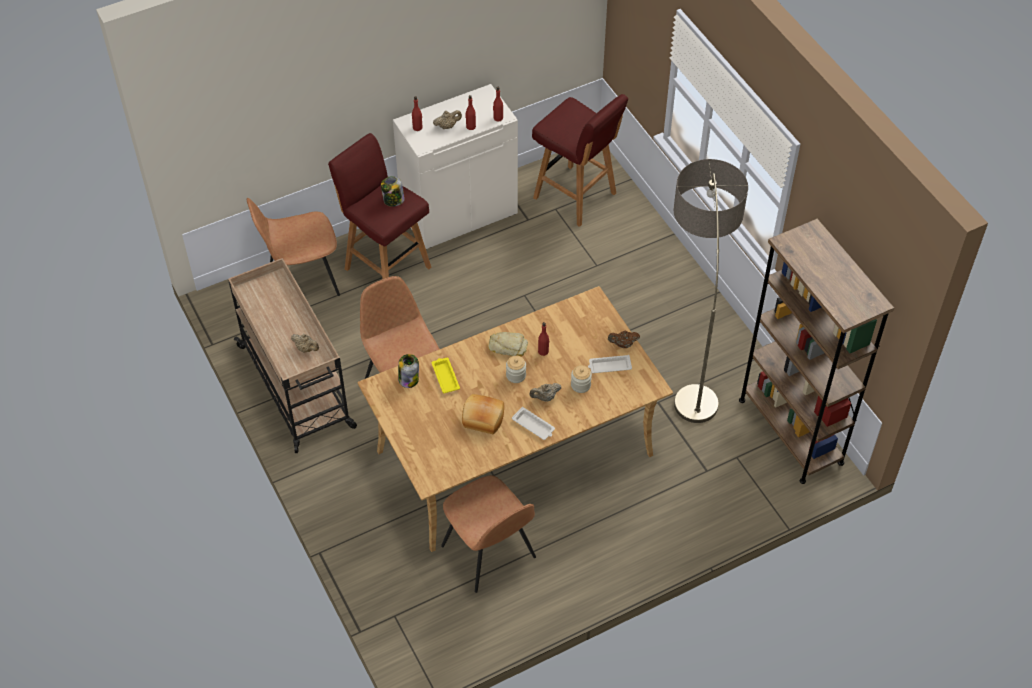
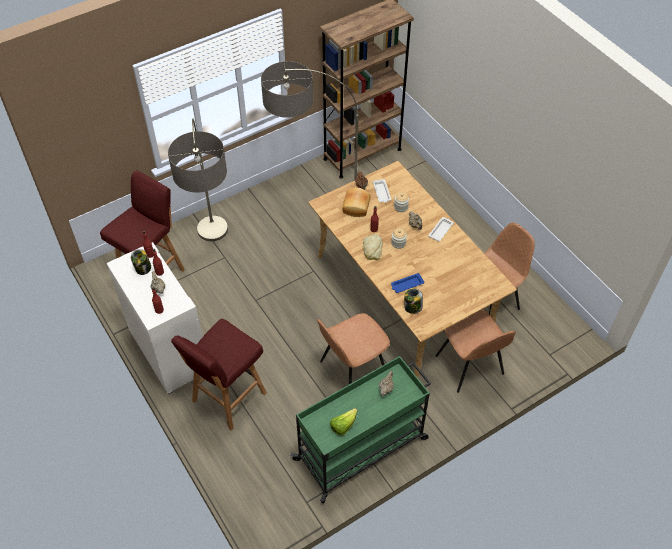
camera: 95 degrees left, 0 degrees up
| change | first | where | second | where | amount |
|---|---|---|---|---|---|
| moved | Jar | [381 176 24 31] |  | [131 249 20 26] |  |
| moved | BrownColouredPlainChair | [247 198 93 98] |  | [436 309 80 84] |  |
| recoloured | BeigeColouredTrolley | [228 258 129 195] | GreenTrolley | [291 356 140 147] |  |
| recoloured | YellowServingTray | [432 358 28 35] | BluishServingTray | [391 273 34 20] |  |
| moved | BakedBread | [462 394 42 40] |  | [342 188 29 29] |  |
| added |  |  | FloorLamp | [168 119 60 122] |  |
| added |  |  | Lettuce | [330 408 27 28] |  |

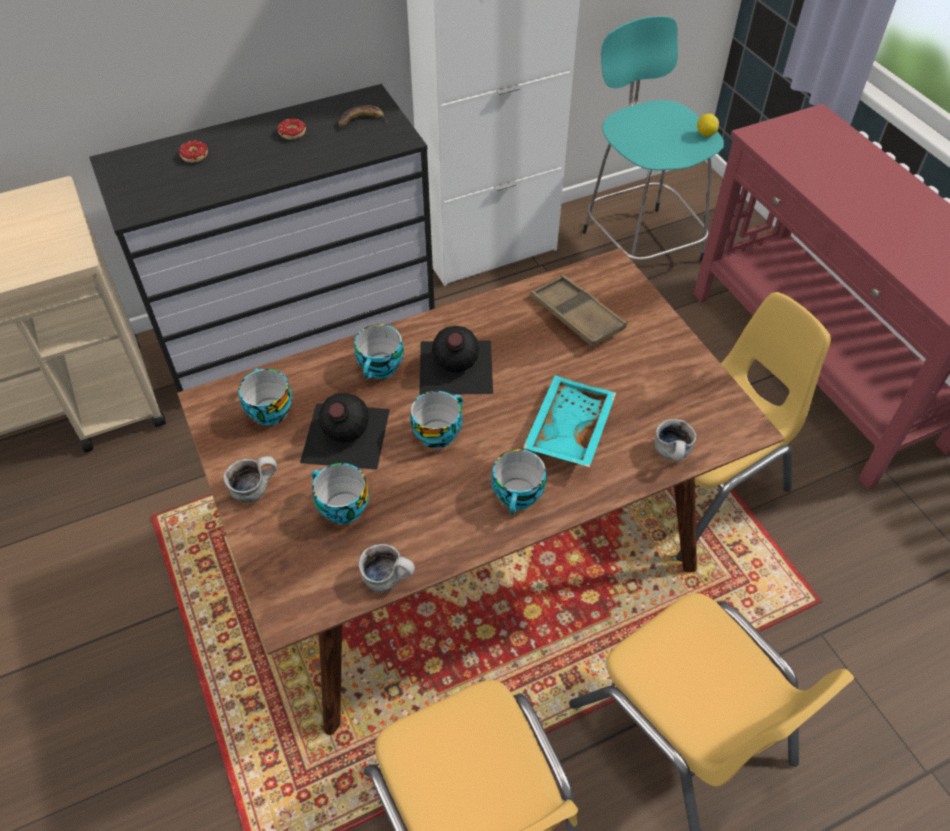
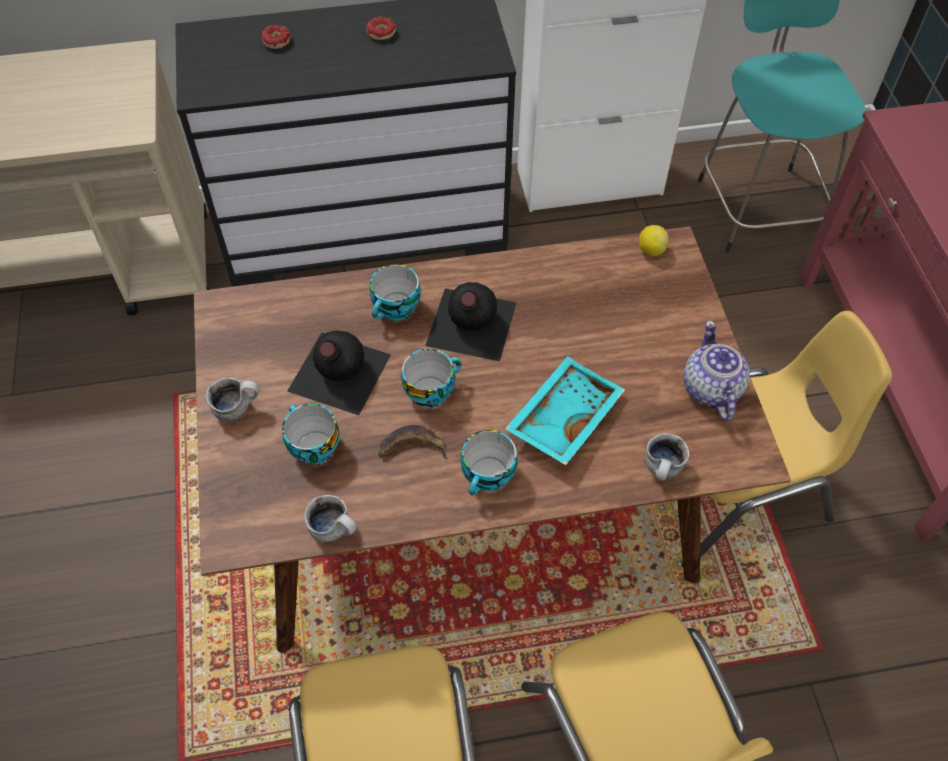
camera: 15 degrees right, 5 degrees up
| change | first | where | second | where | amount |
|---|---|---|---|---|---|
| moved | WholeBanana | [339 105 50 22] |  | [378 425 70 35] |  |
| moved | WholeLemon | [697 114 22 23] |  | [639 225 30 31] |  |
| removed | BrownColouredServingTray | [530 275 97 72] |  |  |  |
| removed | Cup | [238 368 54 58] |  |  |  |
| added |  |  | Teapot | [684 320 66 101] |  |

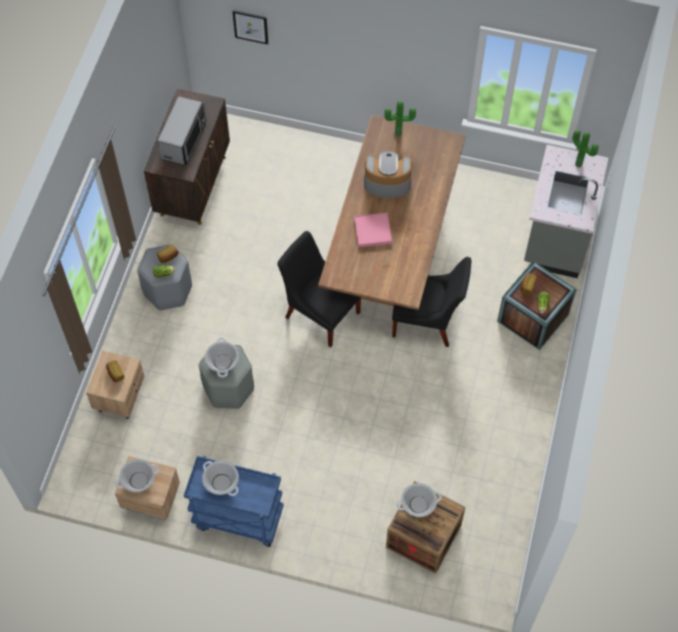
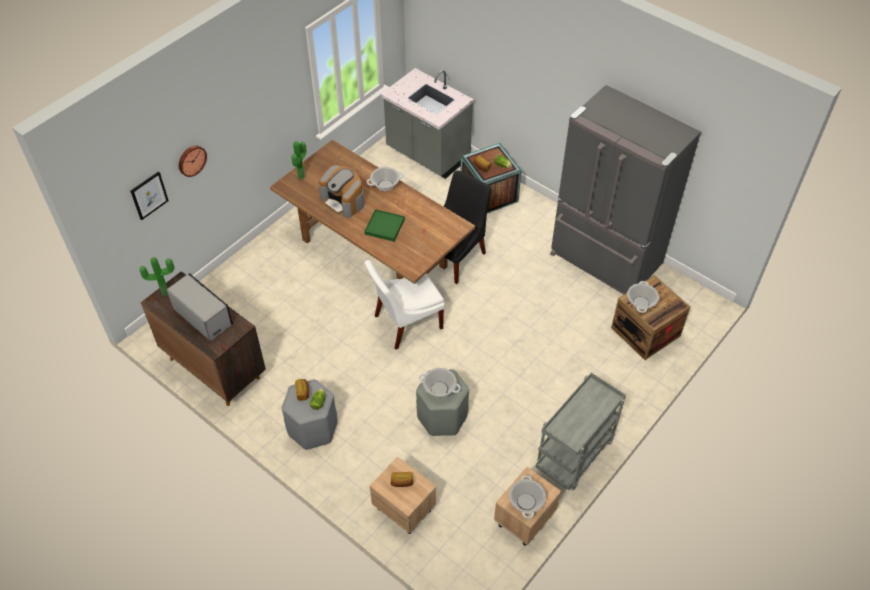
camera: 65 degrees left, 10 degrees down
| change | first | where | second | where | amount |
|---|---|---|---|---|---|
| moved | PlantInAPot | [572 130 27 37] |  | [139 257 36 39] |  |
| turned | CoffeeMaker | [364 151 48 47] |  | [319 165 45 53] | 75 degrees counterclockwise |
| recoloured | PinkServingTray | [354 212 38 35] | GreenServingTray | [364 209 41 33] |  |
| recoloured | BlackishPlainChair | [278 231 83 117] | WhiteColouredPlainChair | [364 260 81 89] |  |
| recoloured | BluishTrolley | [184 456 100 91] | GreyTrolley | [536 373 90 117] |  |
| moved | Stockpot | [202 460 37 36] |  | [367 167 37 24] |  |
| added |  |  | GreyKitchenFridge | [550 85 151 209] |  |
| added |  |  | HangingClock | [179 146 28 31] |  |

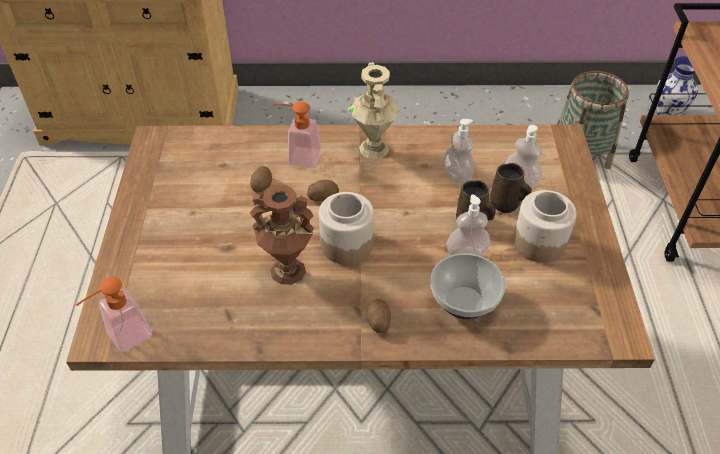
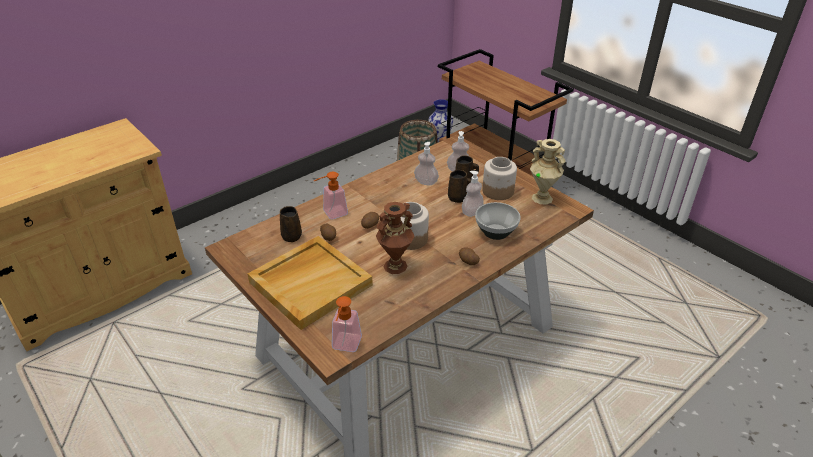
camera: 40 degrees left, 10 degrees down
| change | first | where | second | where | amount |
|---|---|---|---|---|---|
| moved | BeigeColouredVase | [350 62 50 97] |  | [530 139 36 65] |  |
| added |  |  | BrownColouredCoffeeMug | [280 206 22 36] |  |
| added |  |  | BeigeColouredServingTray | [247 236 126 94] |  |

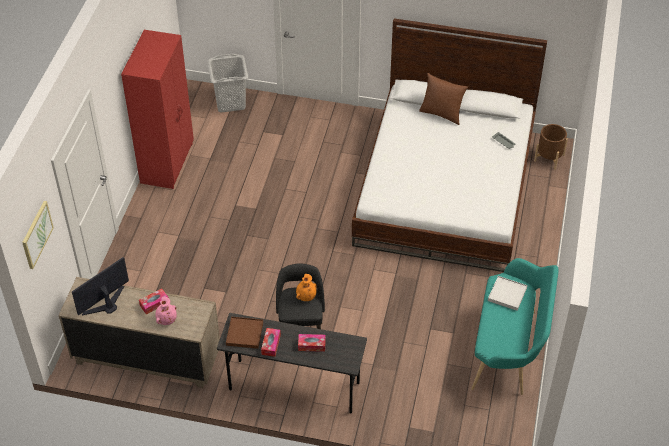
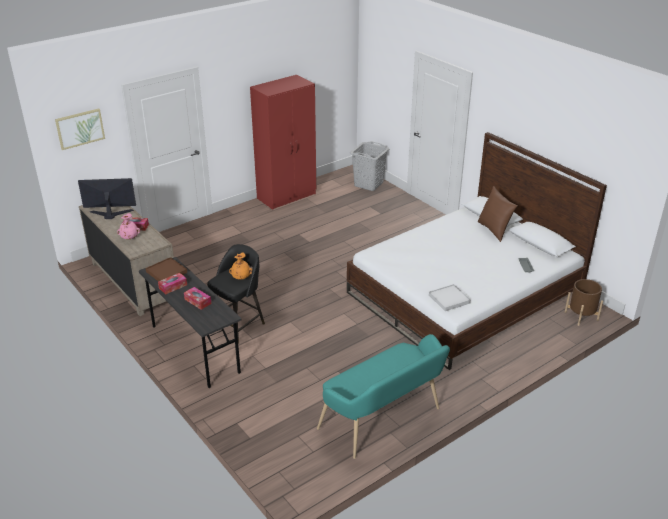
camera: 40 degrees right, 15 degrees down
| change | first | where | second | where | amount |
|---|---|---|---|---|---|
| moved | WhiteColouredServingTray | [488 276 40 35] |  | [429 284 42 27] |  |

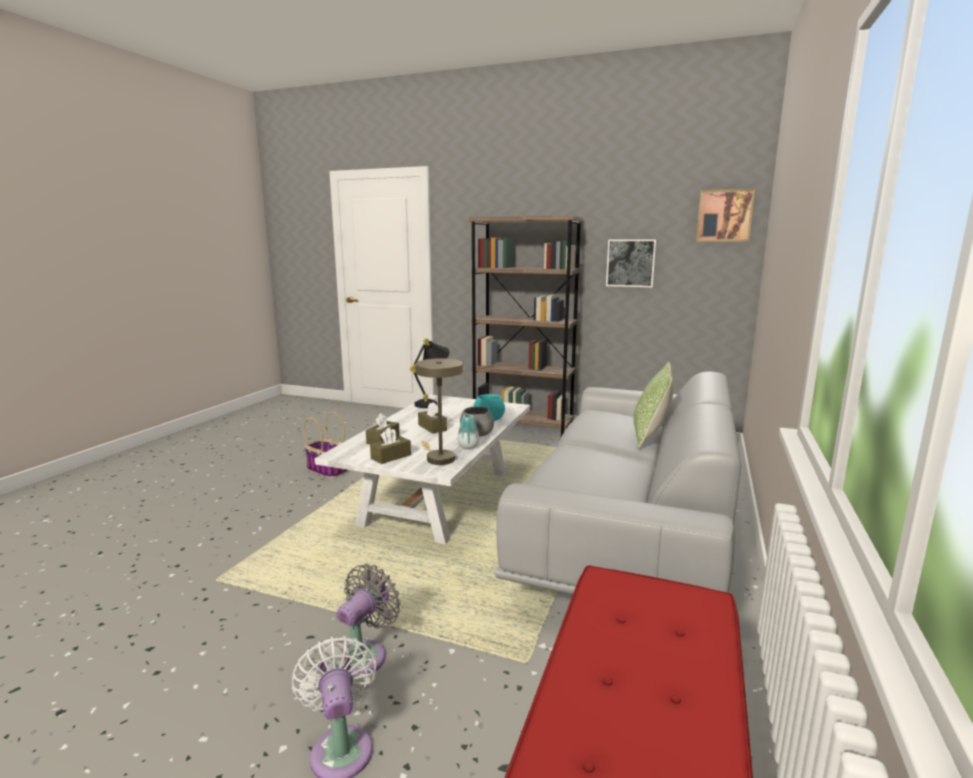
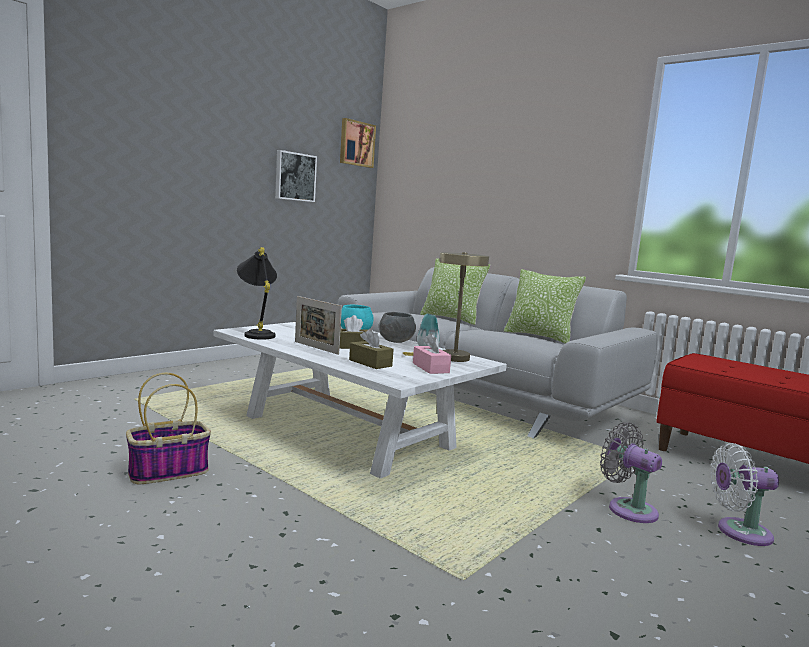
camera: 70 degrees left, 5 degrees down
| change | first | where | second | where | amount |
|---|---|---|---|---|---|
| removed | BrownColouredShelvingUnit | [469 216 114 223] |  |  |  |
| recoloured | BrownColouredTissueHolder | [370 427 41 37] | PinkTissueHolder | [413 333 38 41] |  |
| added |  |  | Cushion | [504 269 82 75] |  |
| added |  |  | StandingFrame | [295 296 47 59] |  |

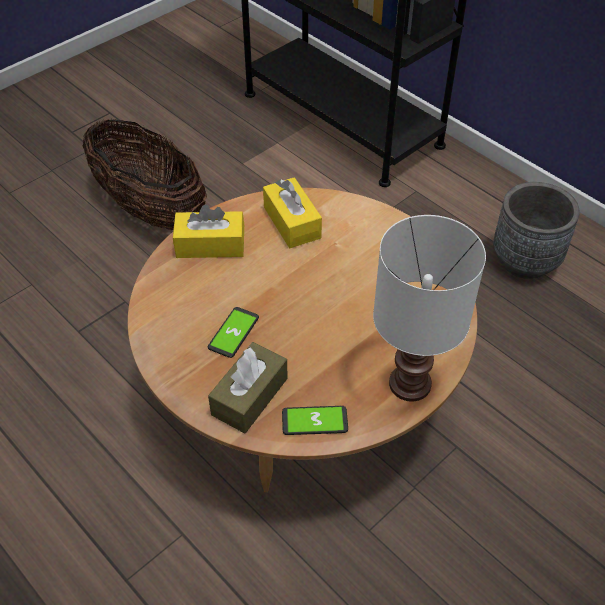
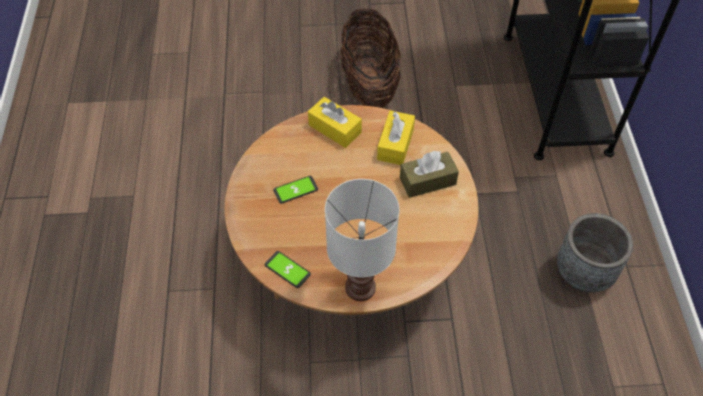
camera: 40 degrees right, 5 degrees up
| change | first | where | second | where | amount |
|---|---|---|---|---|---|
| moved | BrownColouredTissueHolder | [208 342 80 91] |  | [400 150 59 48] |  |

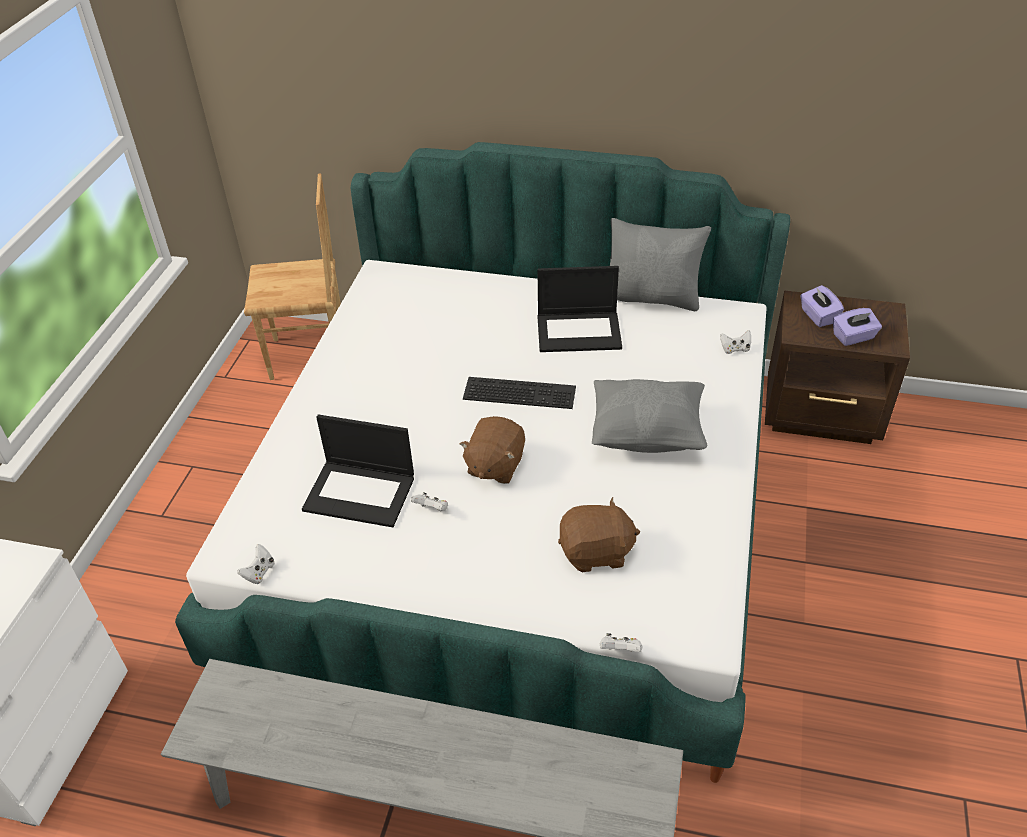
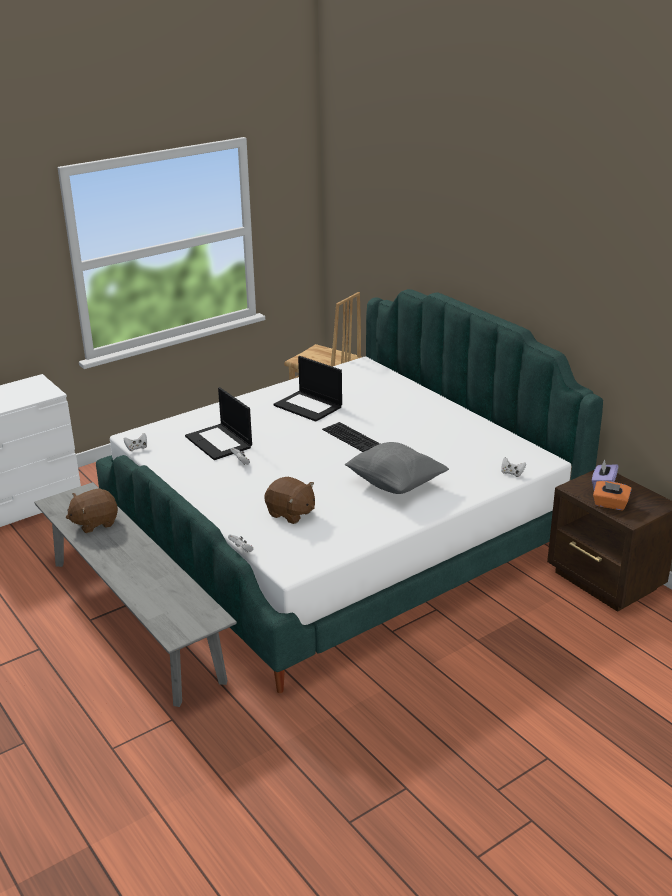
camera: 40 degrees right, 15 degrees down
| change | first | where | second | where | amount |
|---|---|---|---|---|---|
| removed | GreyCushion | [610 218 101 93] |  |  |  |
| moved | PortableComputer | [537 266 85 86] |  | [274 356 68 66] |  |
| recoloured | PurplishTissueHolder | [833 308 49 38] | OrangeColouredTissueHolder | [593 481 38 29] |  |
| moved | BrownColouredSoftToy | [460 416 65 68] |  | [66 488 52 45] |  |

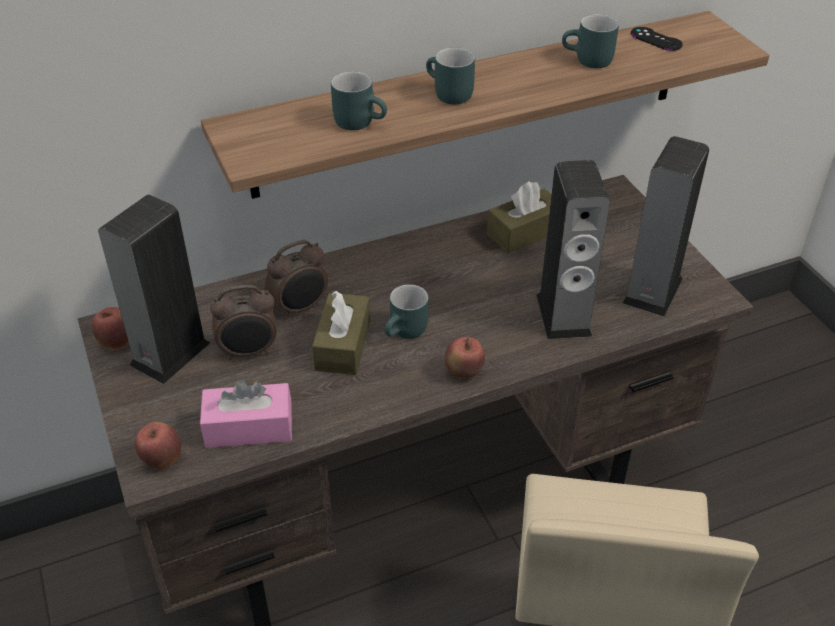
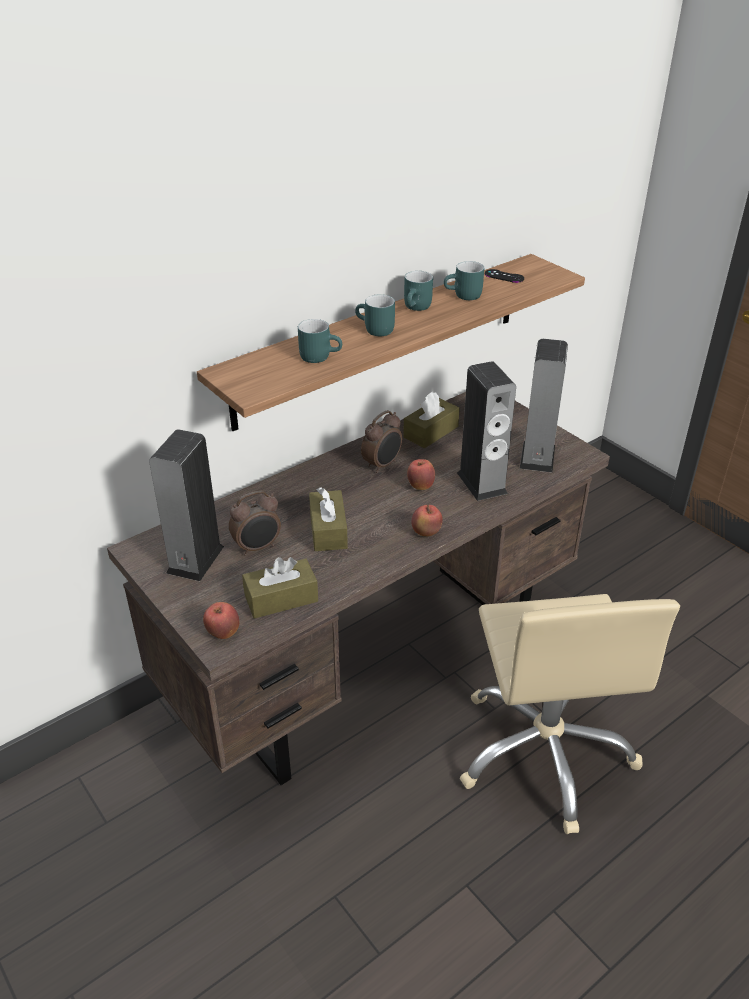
camera: 15 degrees left, 5 degrees down
| change | first | where | second | where | amount |
|---|---|---|---|---|---|
| moved | TableClock | [265 240 63 79] |  | [361 410 41 63] |  |
| moved | BlueGreenCoffeeMug | [385 284 43 55] |  | [404 271 29 40] |  |
| moved | AppleFruit | [92 307 36 43] |  | [407 459 28 31] |  |
| recoloured | PinkTissueHolder | [200 380 92 68] | BrownColouredTissueHolder | [242 557 76 62] |  |

